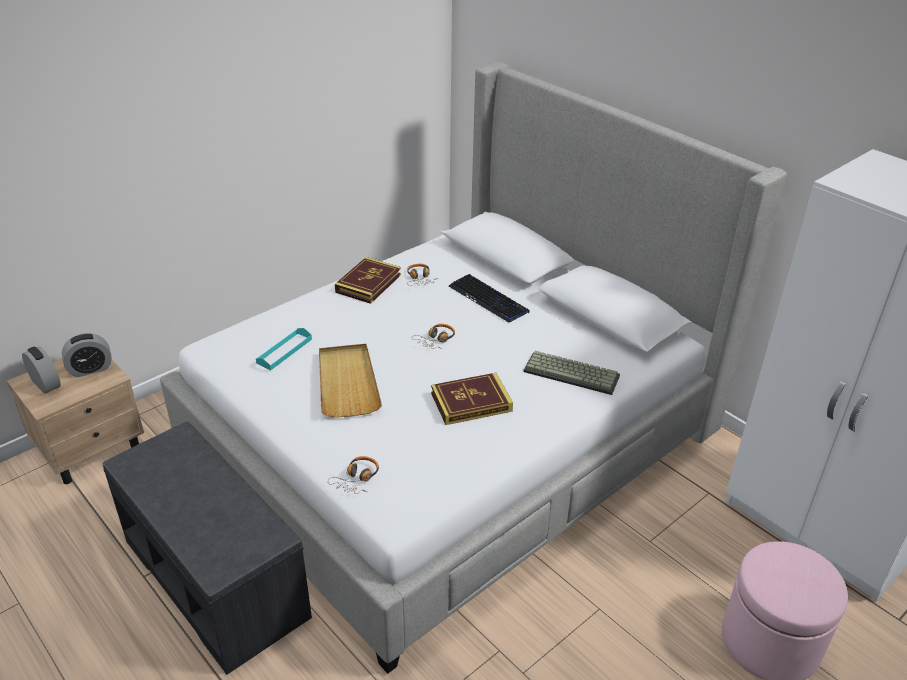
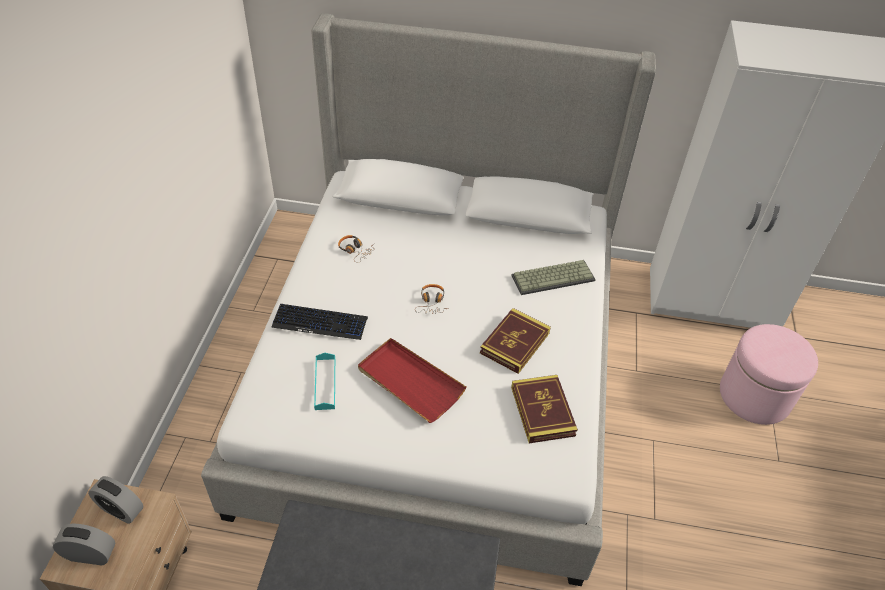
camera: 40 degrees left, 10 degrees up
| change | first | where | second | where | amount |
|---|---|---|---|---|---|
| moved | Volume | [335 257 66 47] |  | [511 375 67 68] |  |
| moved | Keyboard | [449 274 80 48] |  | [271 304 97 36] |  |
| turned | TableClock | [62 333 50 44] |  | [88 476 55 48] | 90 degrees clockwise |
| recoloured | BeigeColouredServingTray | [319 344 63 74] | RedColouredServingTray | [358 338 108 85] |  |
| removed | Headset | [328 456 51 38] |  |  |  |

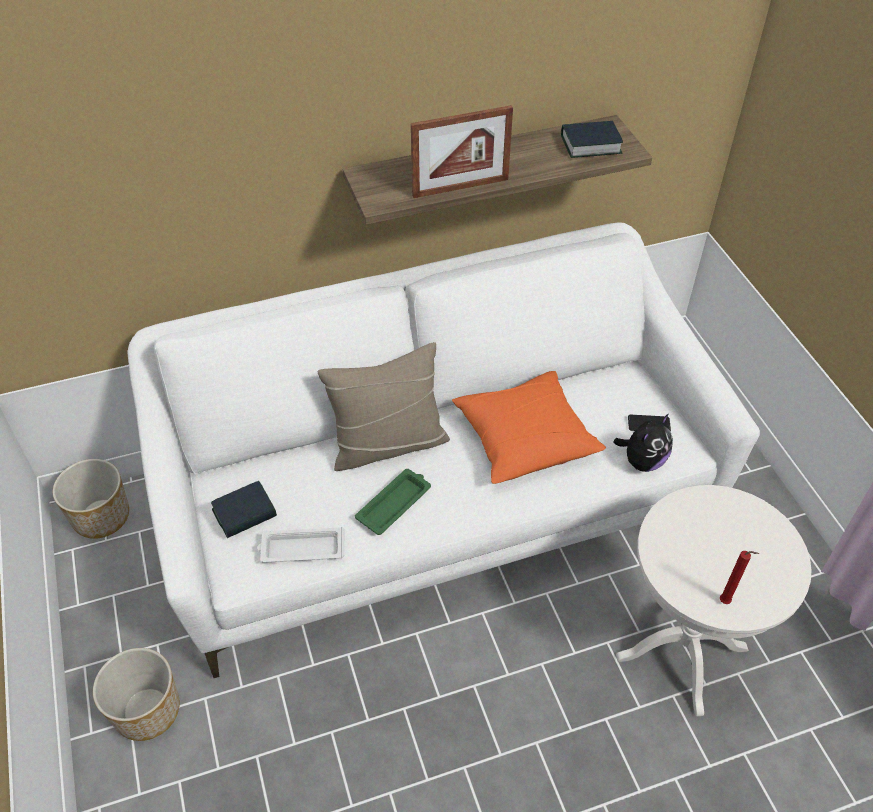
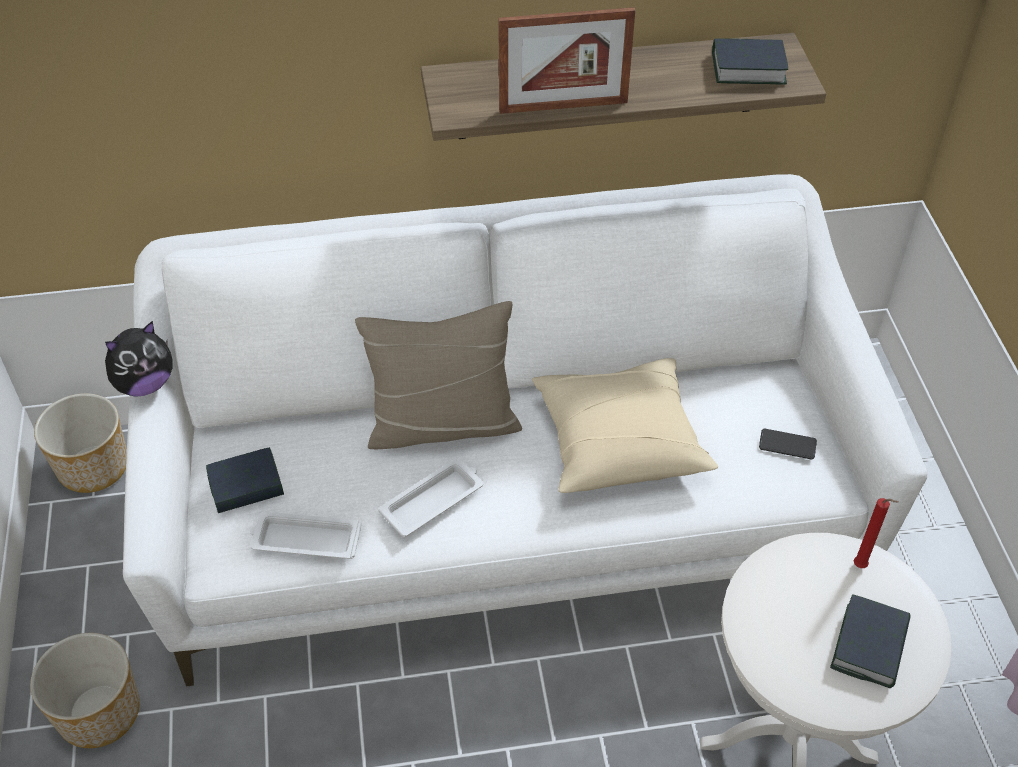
camera: 10 degrees right, 0 degrees up
| change | first | where | second | where | amount |
|---|---|---|---|---|---|
| recoloured | OrangeColouredCushion | [452 371 154 113] | BeigeColouredCushion | [532 358 186 135] |  |
| moved | SoftToy | [613 414 60 58] |  | [105 321 68 76] |  |
| recoloured | GreenServingTray | [355 469 76 66] | WhiteColouredServingTray | [378 458 105 79] |  |
| moved | RedColouredWaxLight | [720 551 39 53] |  | [854 498 44 70] |  |
| added |  |  | Volume | [830 594 80 94] |  |

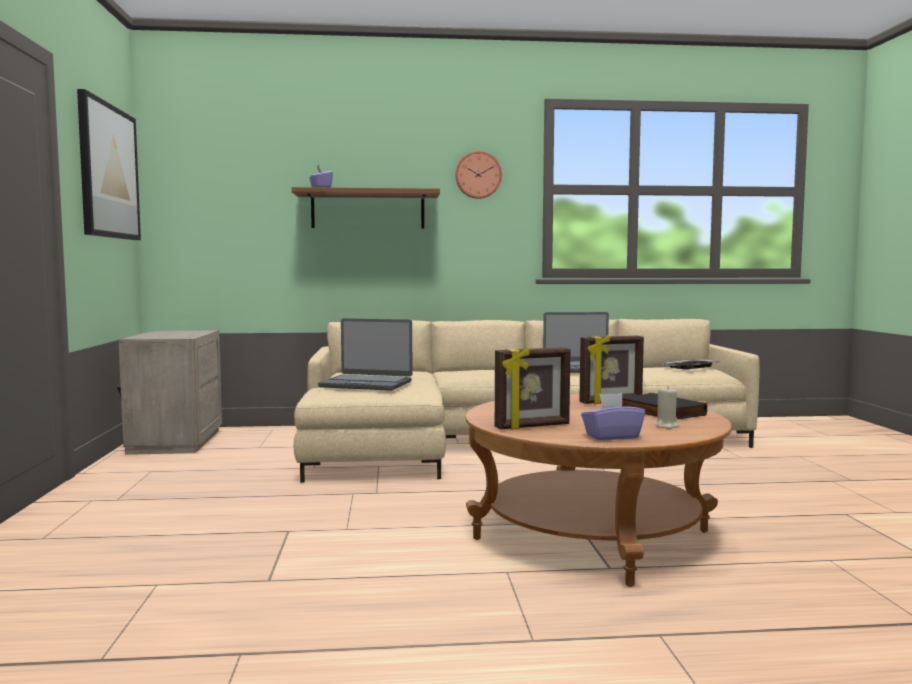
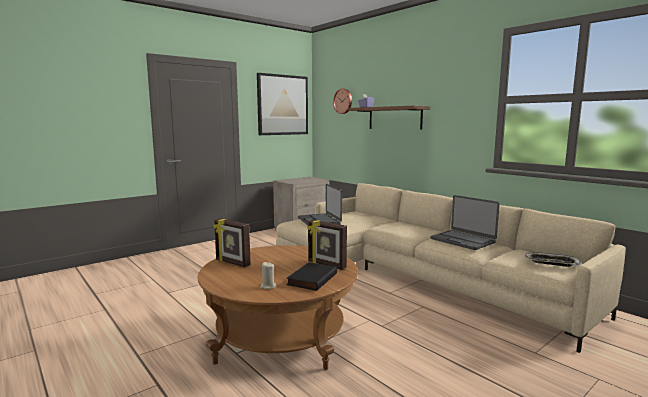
camera: 55 degrees right, 5 degrees up
| change | first | where | second | where | amount |
|---|---|---|---|---|---|
| moved | HangingClock | [455 151 47 48] |  | [333 89 19 25] |  |
| removed | PurplishTissueHolder | [581 393 64 47] |  |  |  |

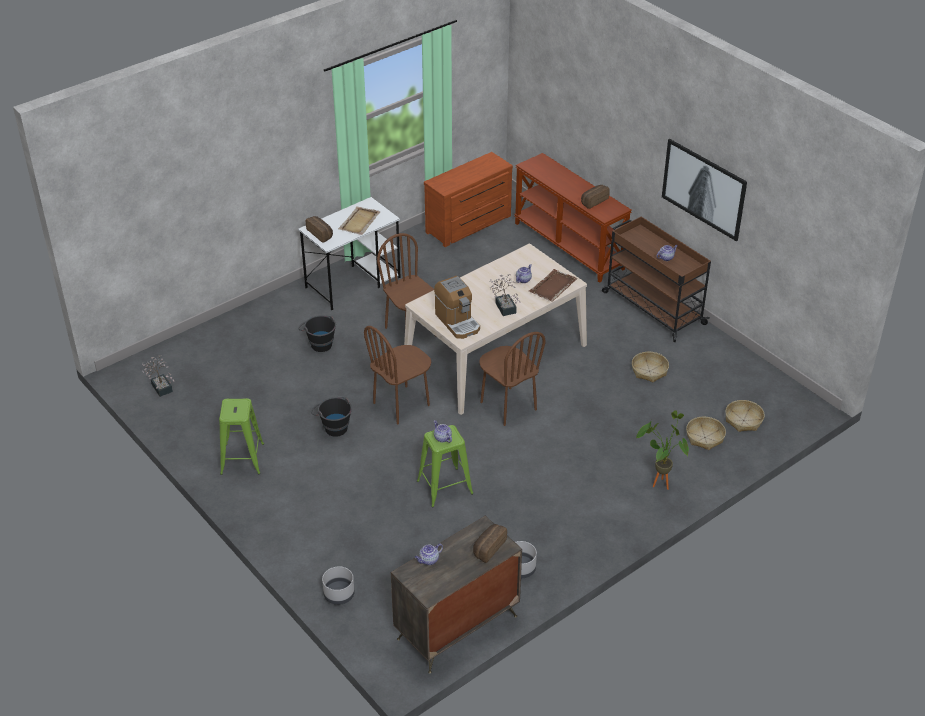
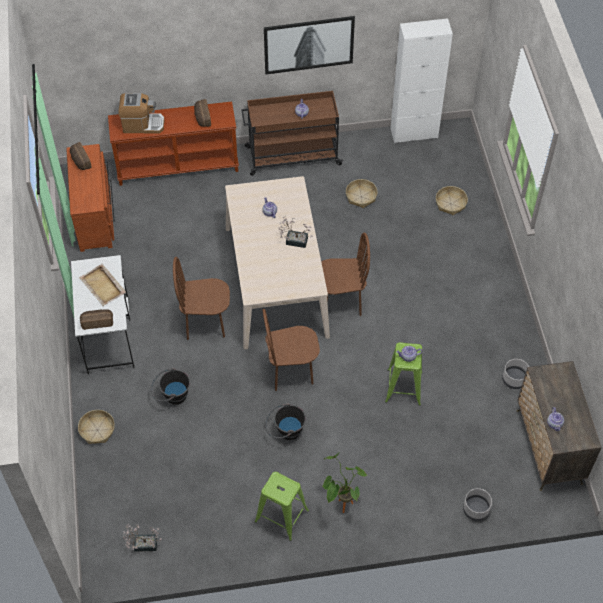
camera: 60 degrees left, 15 degrees up
| change | first | where | second | where | amount |
|---|---|---|---|---|---|
| removed | BrownColouredServingTray | [529 269 49 33] |  |  |  |
| moved | CoffeeMaker | [434 276 46 63] |  | [118 93 47 41] |  |
| turned | BrownColouredPlainChair | [364 326 67 98] |  | [263 309 57 82] | 90 degrees clockwise |
| moved | HouseholdBasket | [725 400 40 32] |  | [78 410 37 34] |  |
| moved | PlantInAPot | [636 410 53 80] |  | [323 452 44 61] |  |
| moved | BakedBread | [473 524 34 39] |  | [70 142 21 28] |  |
| added |  |  | WhiteColouredCabinet | [391 18 62 125] |  |

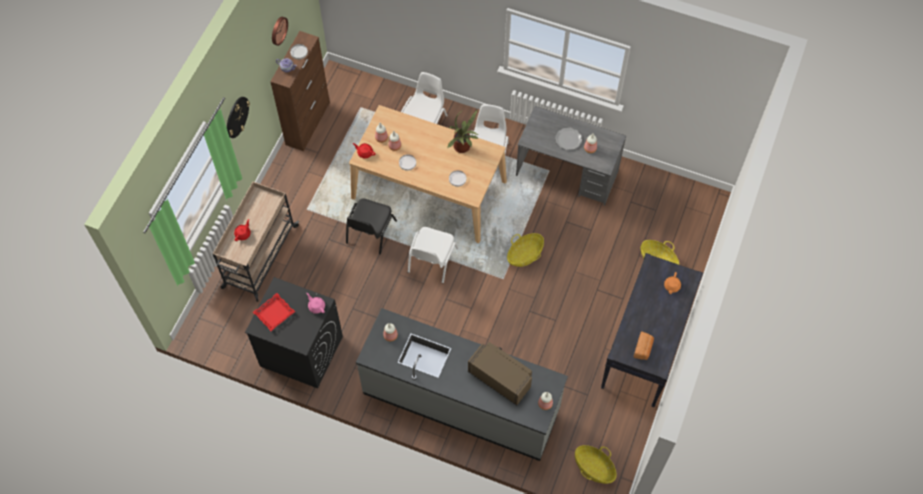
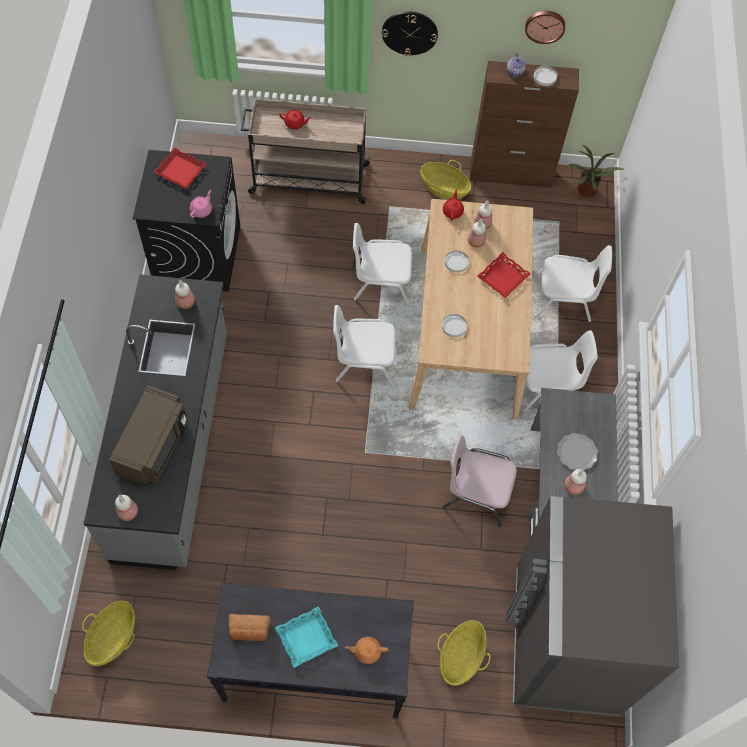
camera: 70 degrees right, 0 degrees up
| change | first | where | second | where | amount |
|---|---|---|---|---|---|
| moved | PlantInAPot | [447 110 31 43] |  | [569 145 55 53] |  |
| recoloured | BlackishPlainChair | [346 198 51 56] | WhiteColouredPlainChair | [353 223 59 83] |  |
| moved | HouseholdBasket | [507 233 37 34] |  | [420 160 51 40] |  |
| added |  |  | RedColouredServingTray | [477 252 54 46] |  |
| added |  |  | PinkPlainChair | [442 434 75 93] |  |
| added |  |  | GreyKitchenFridge | [506 496 173 221] |  |
| added |  |  | BlueGreenServingTray | [275 606 63 62] |  |

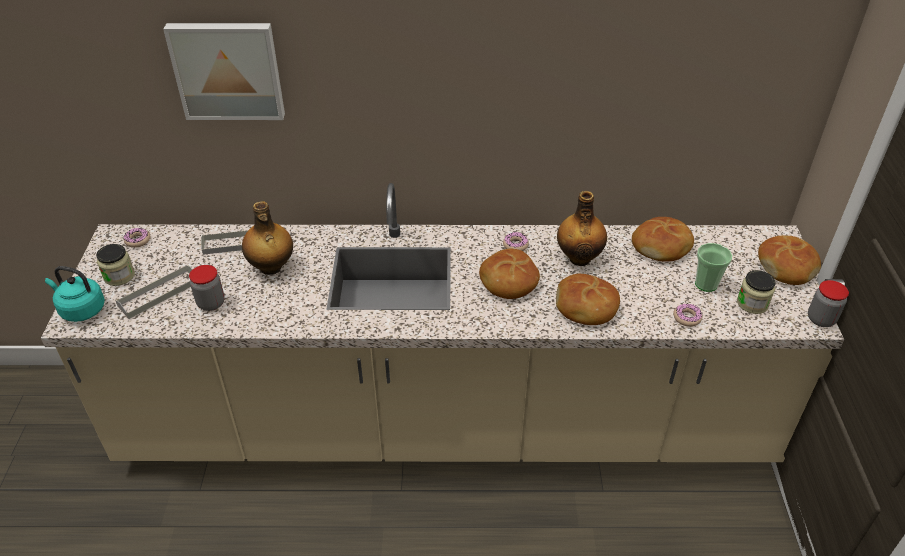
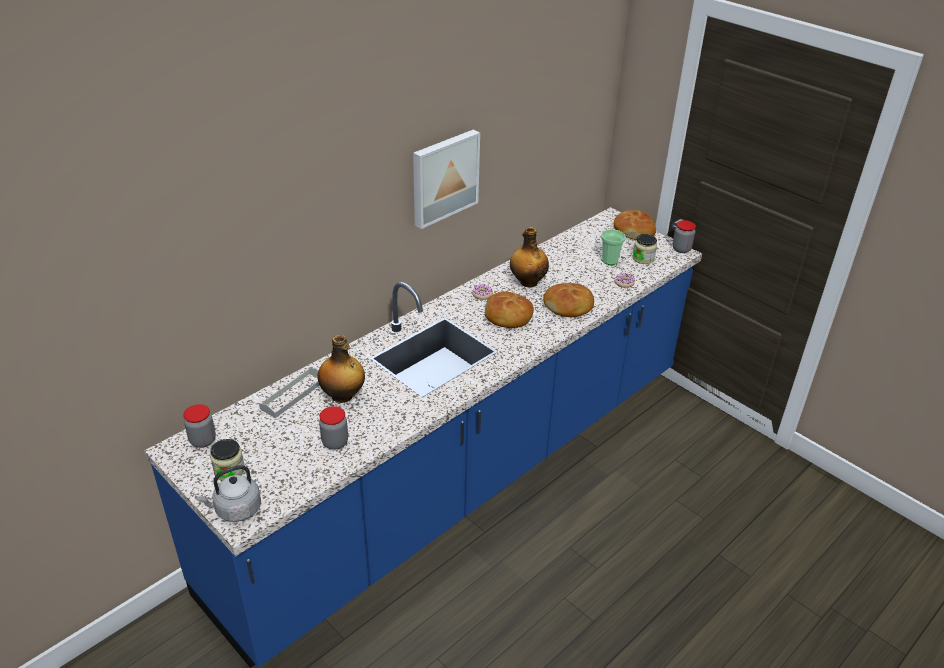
camera: 45 degrees left, 5 degrees down
| change | first | where | second | where | amount |
|---|---|---|---|---|---|
| moved | WallArt | [163 23 122 97] |  | [413 129 67 100] |  |
| recoloured | BeigeColouredKitchenCounter | [41 183 803 279] | BluishKitchenCounter | [144 207 558 461] |  |
| removed | BakedBread | [632 217 62 45] |  |  |  |
| replaced | Donut | [124 228 27 20] | Jar | [183 404 33 44] |  |
| removed | GreyServingTray | [115 265 78 54] |  |  |  |
| recoloured | BlueGreenWaterKettle | [45 266 60 56] | GreyWaterKettle | [197 465 64 57] |  |

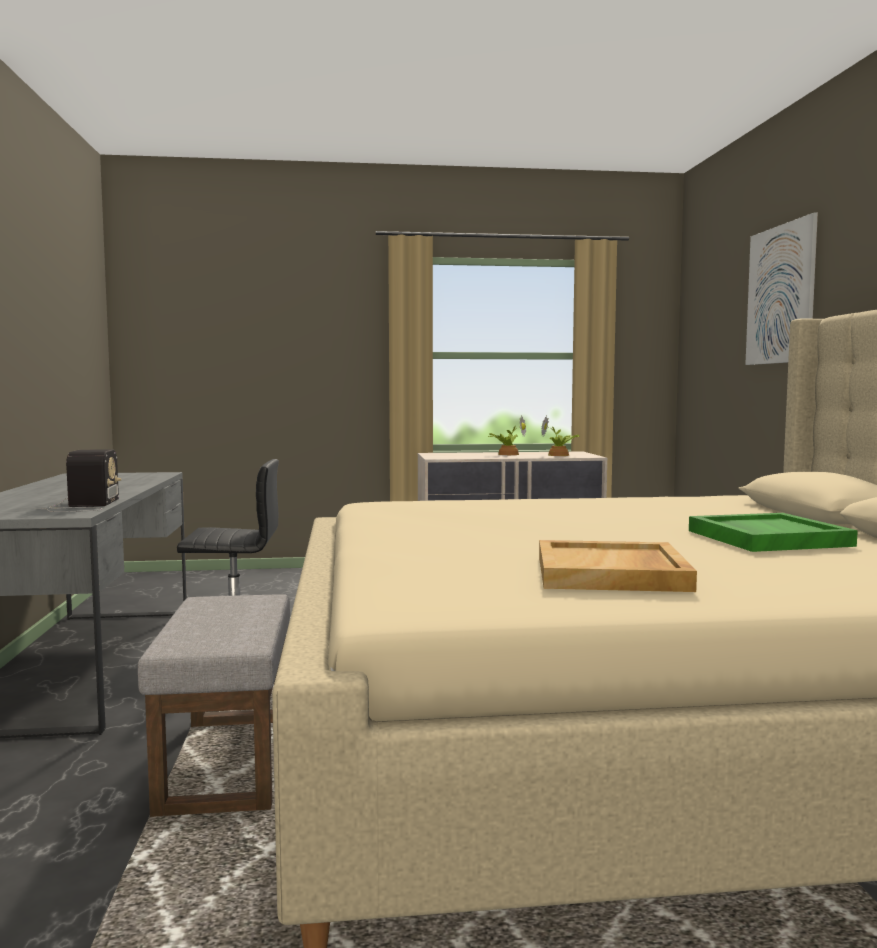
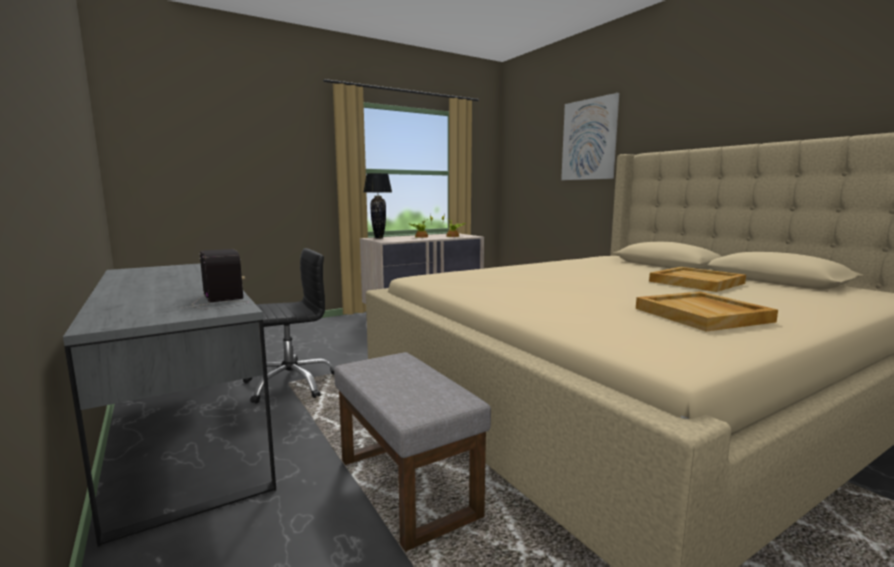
camera: 25 degrees left, 5 degrees up
| change | first | where | second | where | amount |
|---|---|---|---|---|---|
| recoloured | GreenServingTray | [689 513 169 39] | BeigeColouredServingTray | [649 267 97 25] |  |
| added |  |  | BlackishLampForATable | [363 173 29 65] |  |

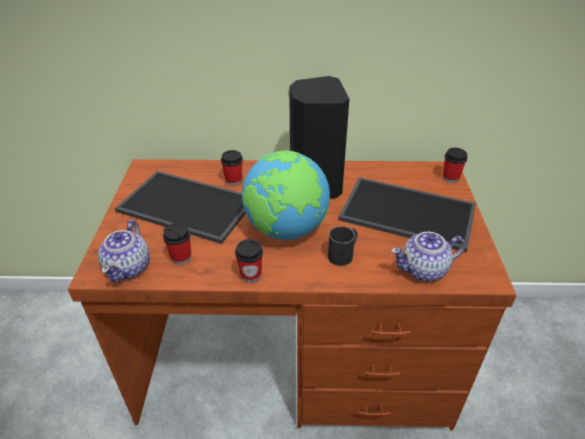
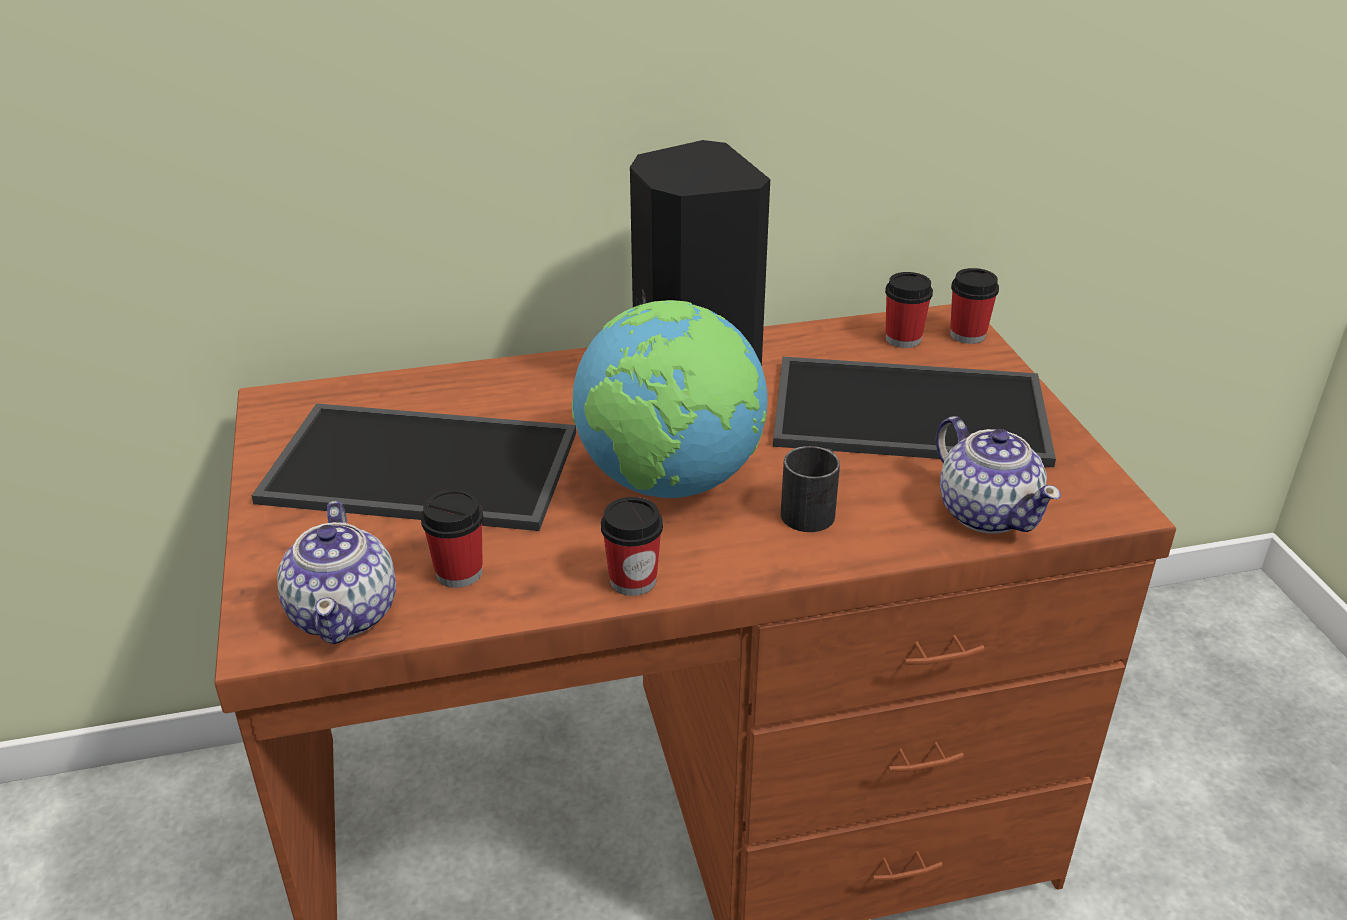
camera: 15 degrees left, 5 degrees down
| change | first | where | second | where | amount |
|---|---|---|---|---|---|
| moved | Cup | [221 150 22 36] |  | [885 272 48 76] |  |
| turned | Teapot | [391 232 74 50] |  | [936 416 125 118] | 90 degrees counterclockwise |

